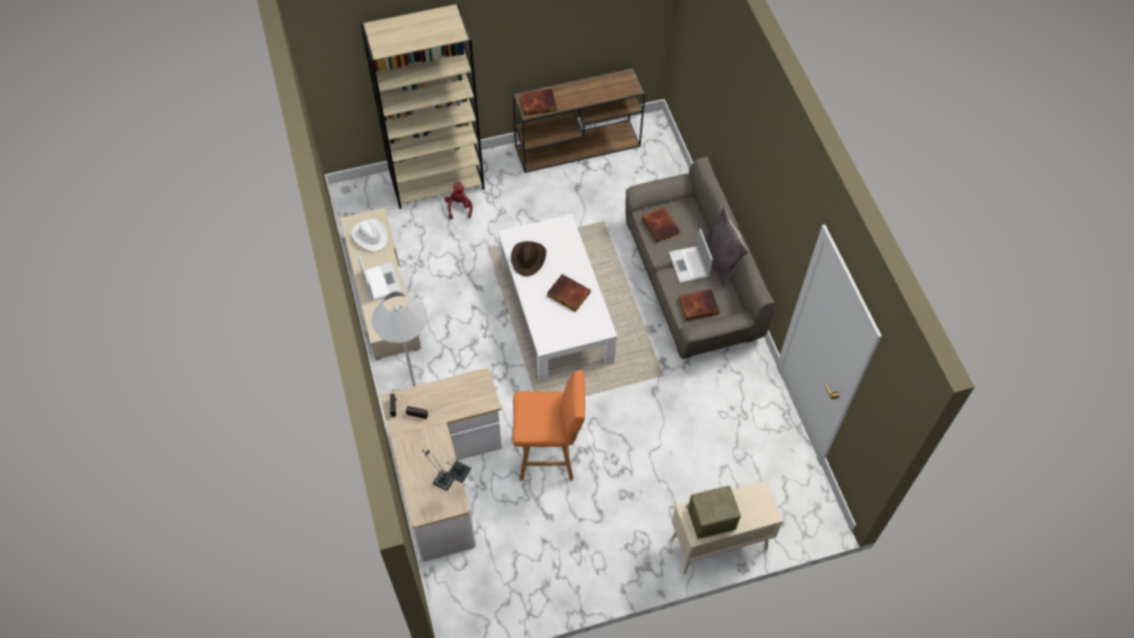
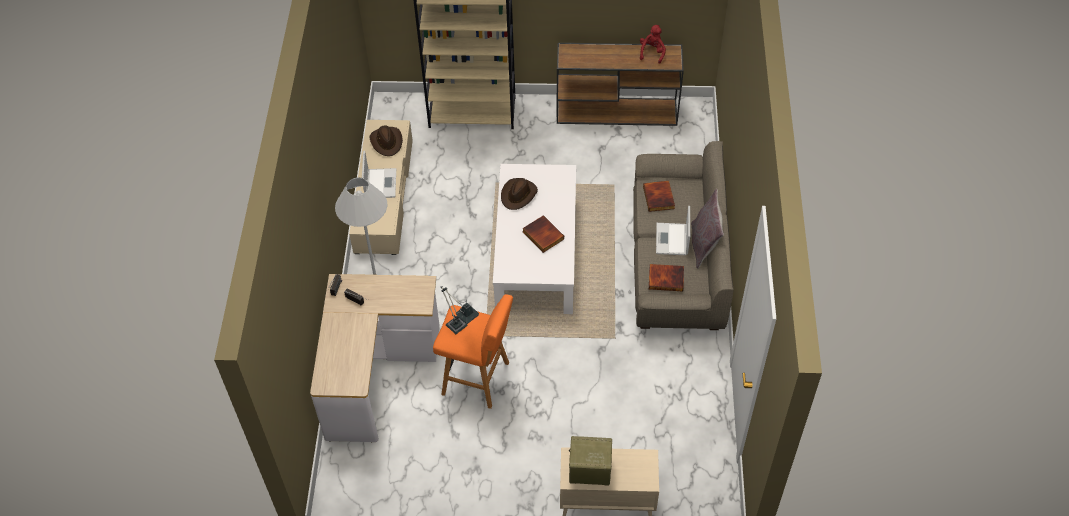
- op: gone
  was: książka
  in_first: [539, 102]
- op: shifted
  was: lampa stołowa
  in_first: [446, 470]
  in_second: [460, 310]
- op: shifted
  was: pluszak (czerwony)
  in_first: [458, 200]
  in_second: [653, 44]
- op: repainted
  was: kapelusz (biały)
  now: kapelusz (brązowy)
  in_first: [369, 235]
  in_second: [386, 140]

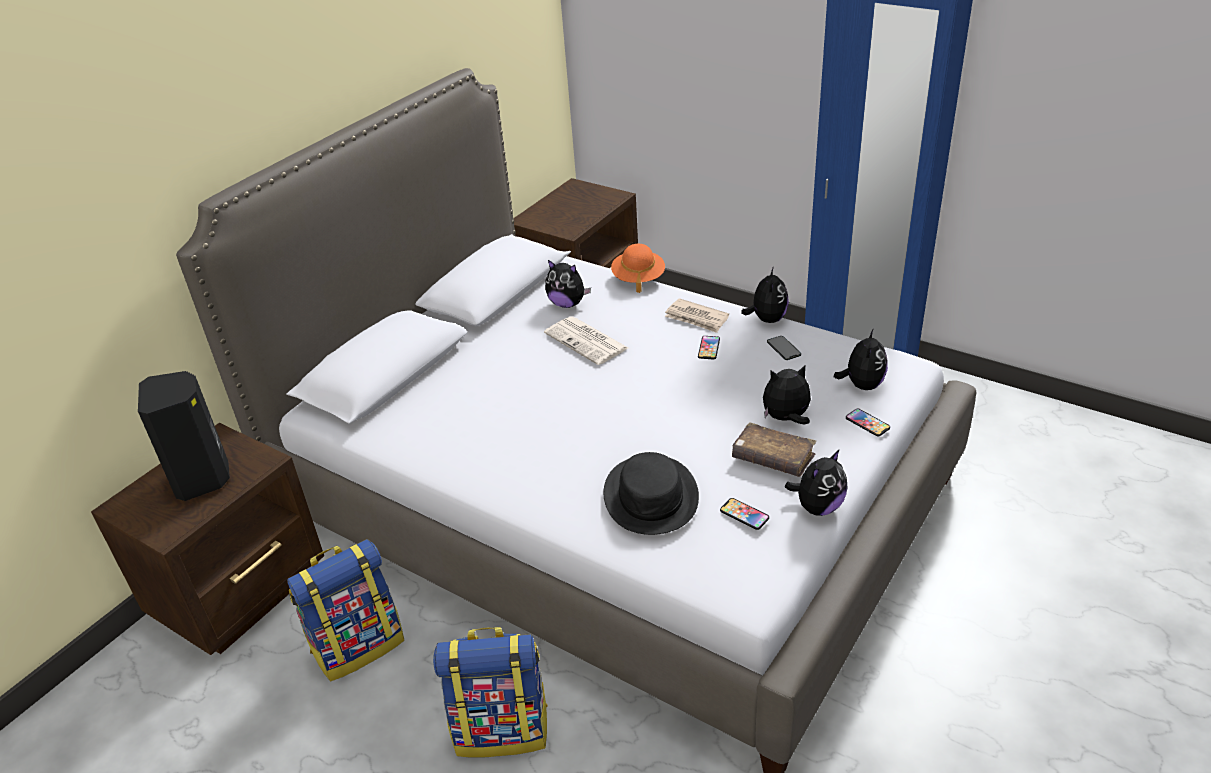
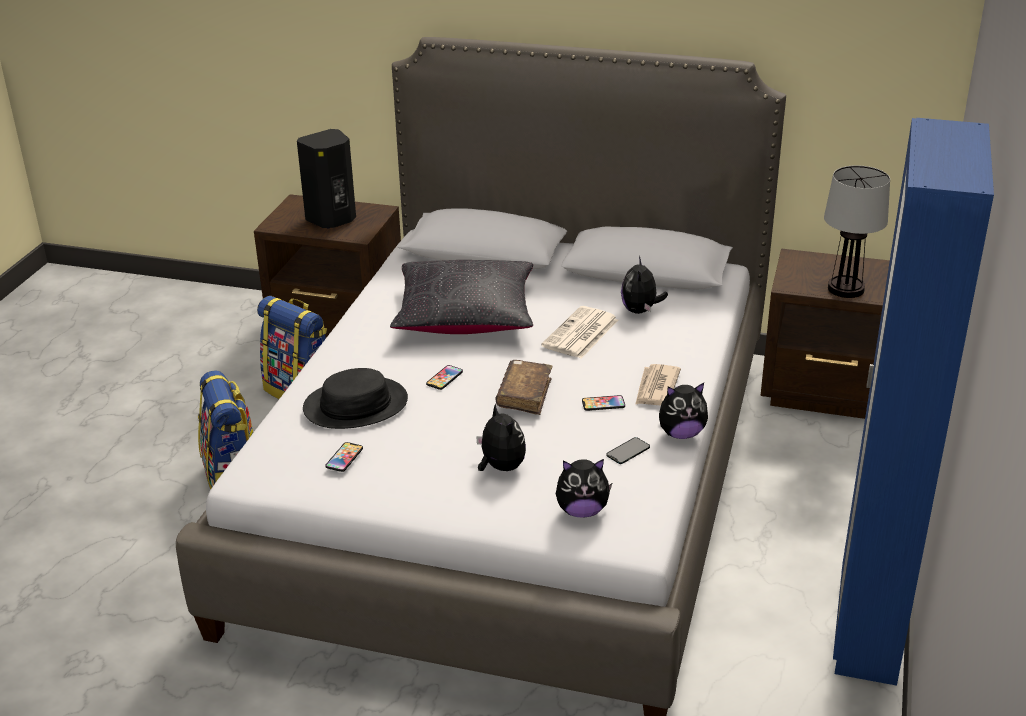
- op: gone
  was: kapelusz (pomarańczowy)
  in_first: [638, 268]
- op: gone
  was: pluszak
  in_first: [816, 482]
- op: new
  now: poduszka (czarny)
  in_second: [461, 297]
- op: new
  now: lampa stołowa
  in_second: [857, 231]
- op: shifted
  was: książka (brązowy)
  in_first: [774, 449]
  in_second: [524, 387]
- op: shifted
  was: telefon
  in_first: [868, 422]
  in_second: [444, 377]

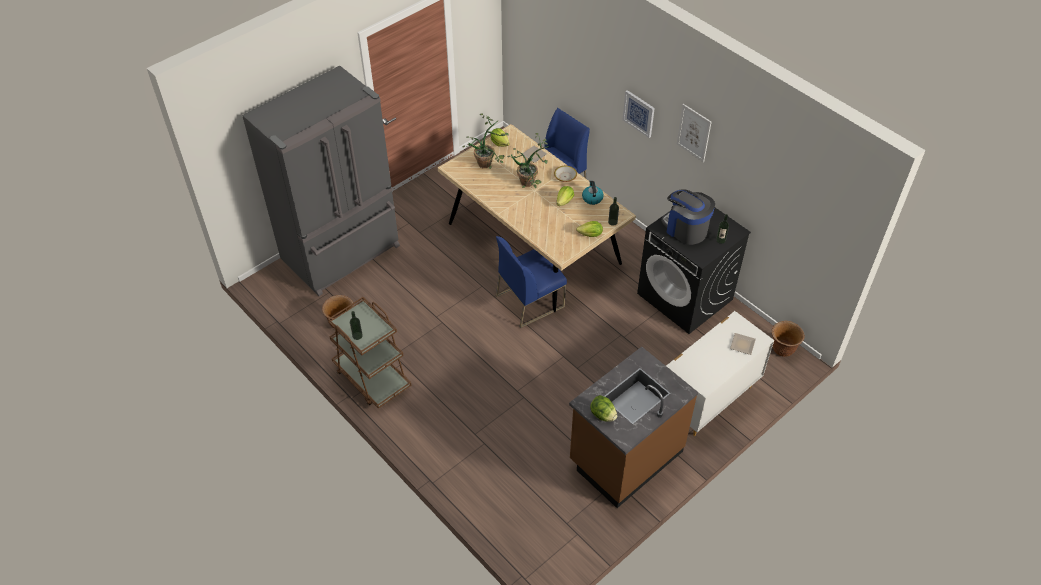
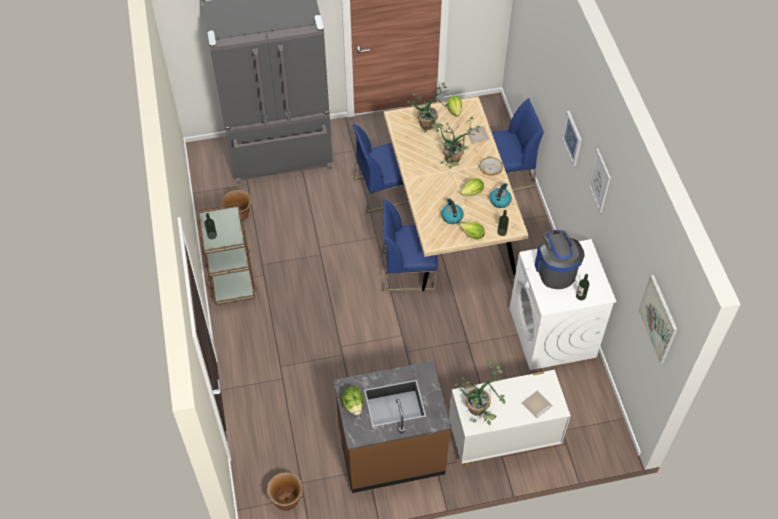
- op: new
  now: krzesło (niebieski)
  in_second: [381, 169]
- op: new
  now: czajnik
  in_second: [452, 211]
- op: new
  now: roślina doniczkowa
  in_second: [480, 393]
- op: new
  now: obraz
  in_second: [658, 319]
- op: shifted
  was: donica (brązowy)
  in_first: [788, 339]
  in_second: [285, 491]
- op: repainted
  was: pralka (czarny)
  now: pralka (biały)
  in_first: [694, 271]
  in_second: [563, 304]

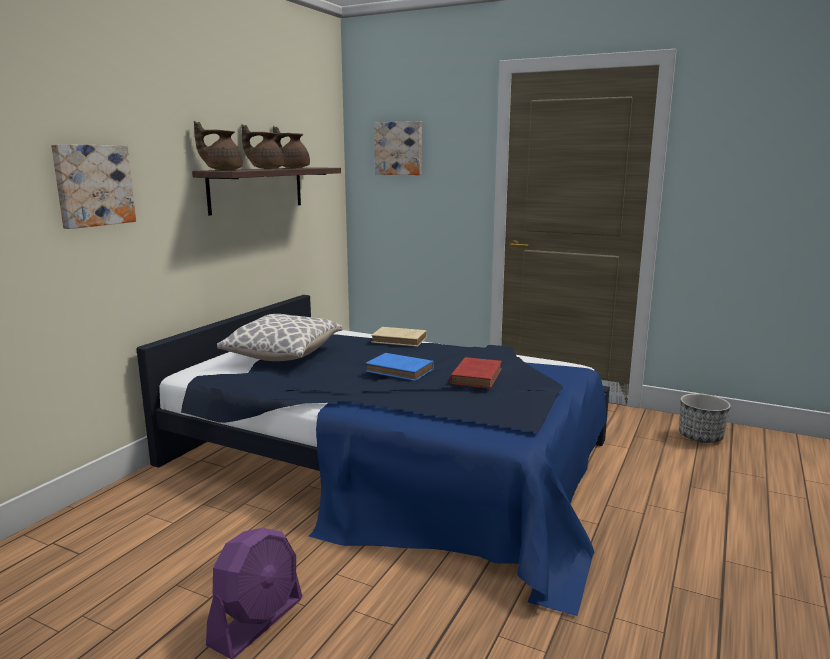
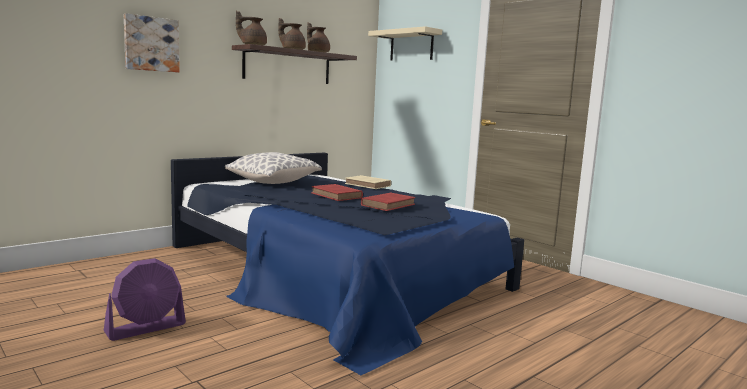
- op: gone
  was: donica
  in_first: [705, 418]
- op: swapped
  was: obraz
  now: półka (beżowy)
  in_first: [398, 148]
  in_second: [405, 43]
- op: repainted
  was: książka (niebieski)
  now: książka (czerwony)
  in_first: [400, 367]
  in_second: [337, 192]

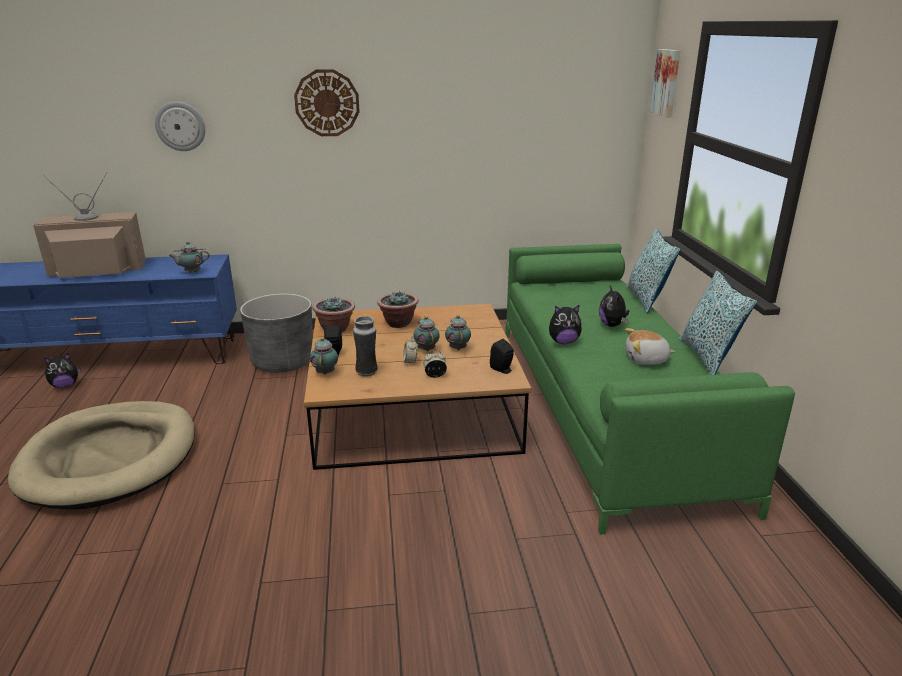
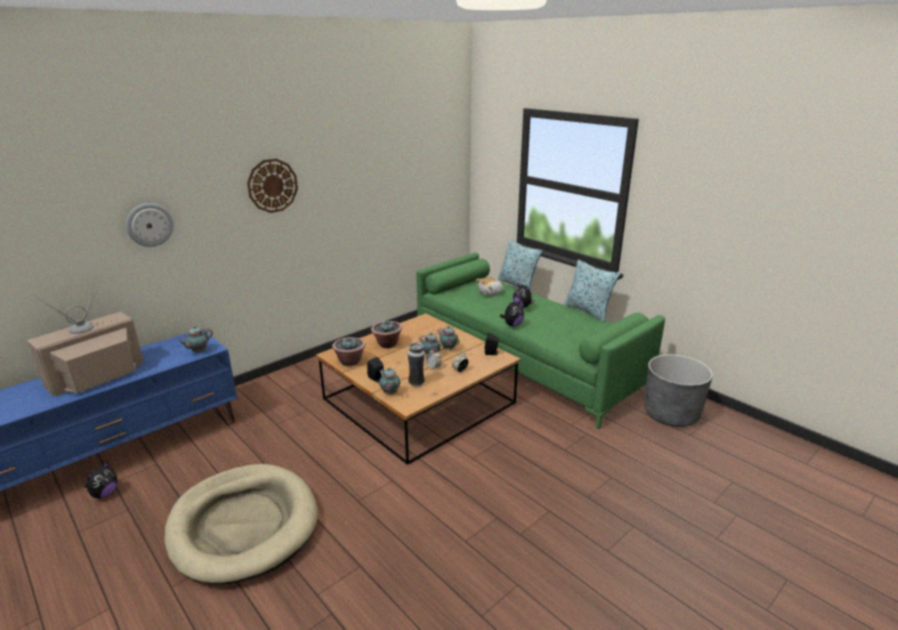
- op: gone
  was: obraz
  in_first: [665, 83]
- op: shifted
  was: donica (szary)
  in_first: [276, 333]
  in_second: [678, 390]
- op: shifted
  was: pluszak
  in_first: [650, 346]
  in_second: [489, 287]

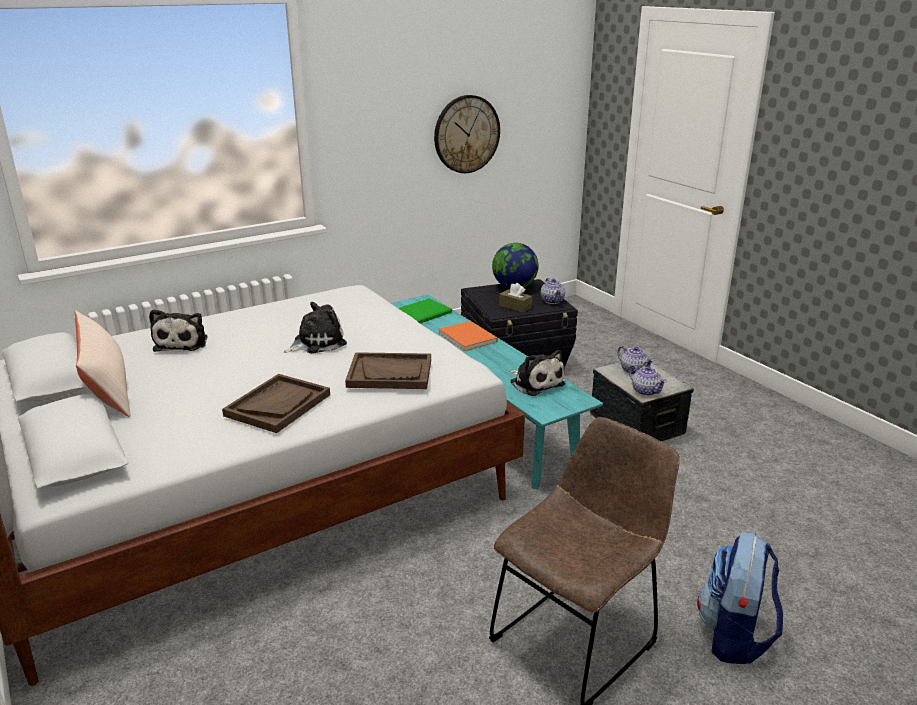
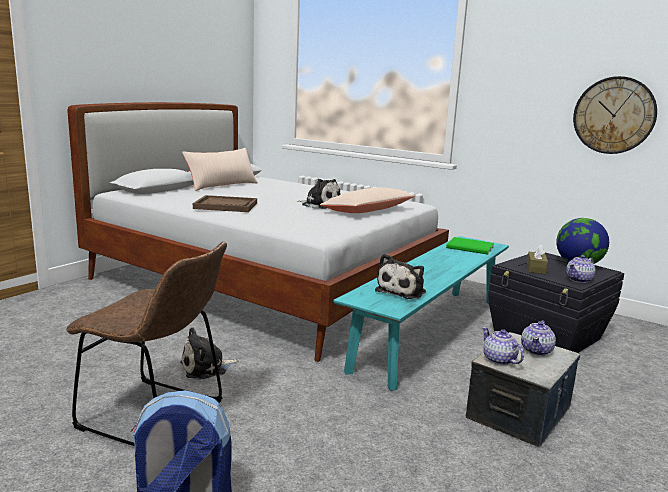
- op: gone
  was: taca (brązowy)
  in_first: [388, 370]
- op: gone
  was: książka (pomarańczowy)
  in_first: [468, 336]
- op: new
  now: poduszka (beżowy)
  in_second: [367, 200]
- op: shifted
  was: pluszak
  in_first: [178, 330]
  in_second: [209, 353]
- op: rotated
  was: imbryk
  in_first: [648, 380]
  in_second: [503, 346]
  clockwise: 120

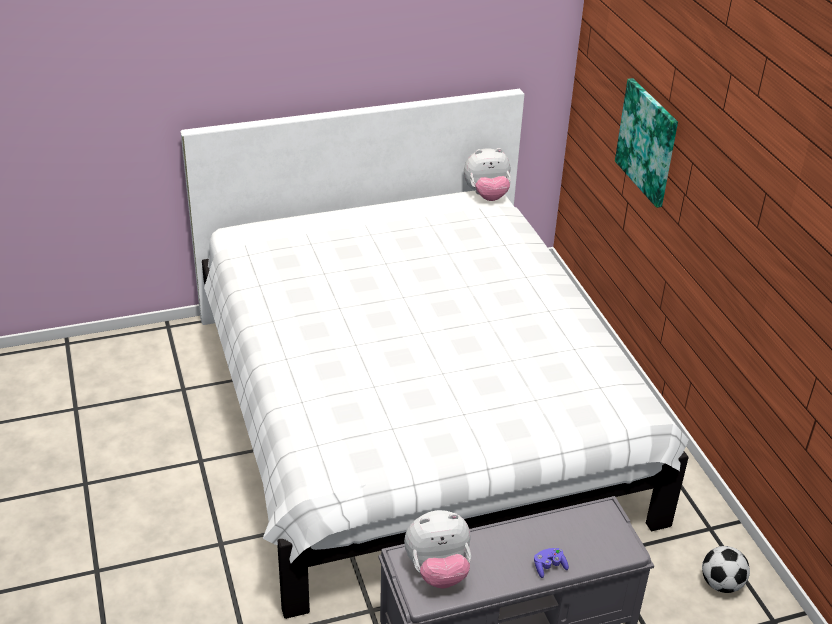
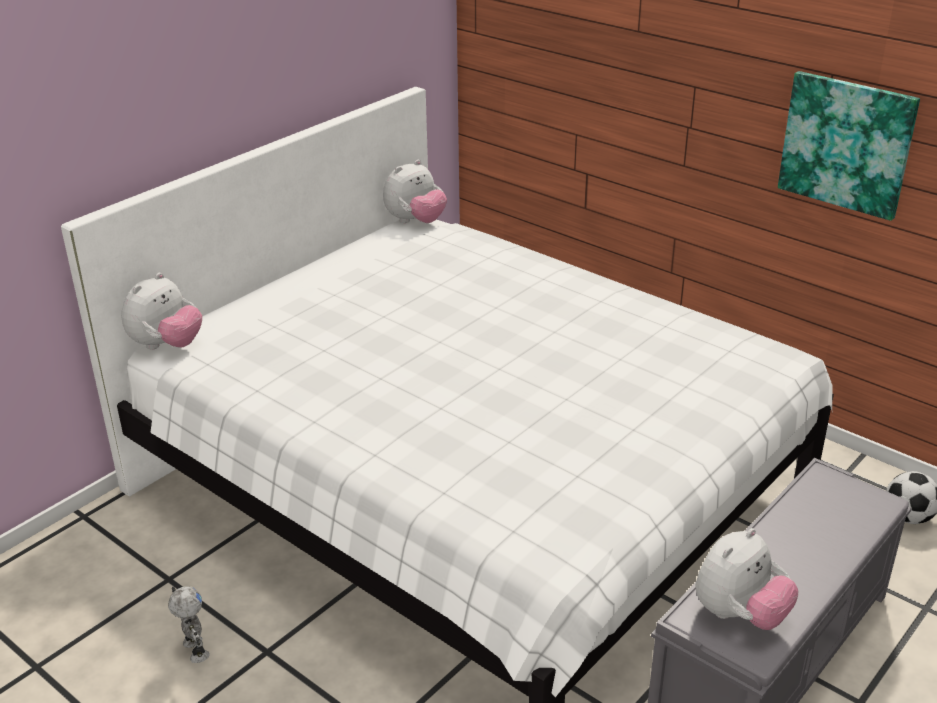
- op: gone
  was: pad do gier (fioletowy)
  in_first: [551, 563]
- op: new
  now: pluszak
  in_second: [161, 311]
- op: new
  now: robot zabawkowy
  in_second: [189, 624]
- op: shifted
  was: obraz
  in_first: [646, 143]
  in_second: [849, 146]

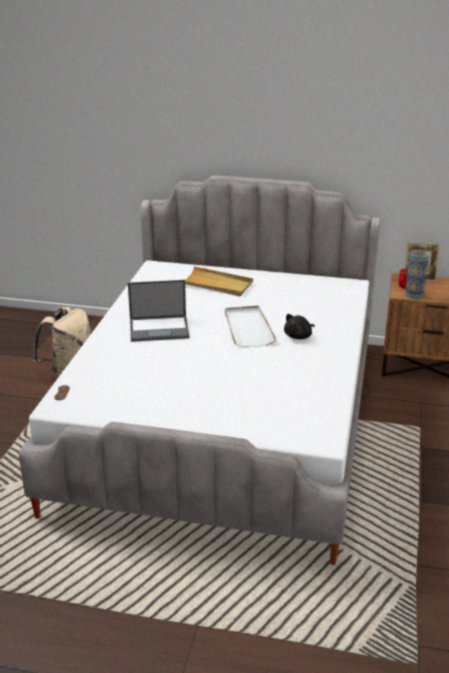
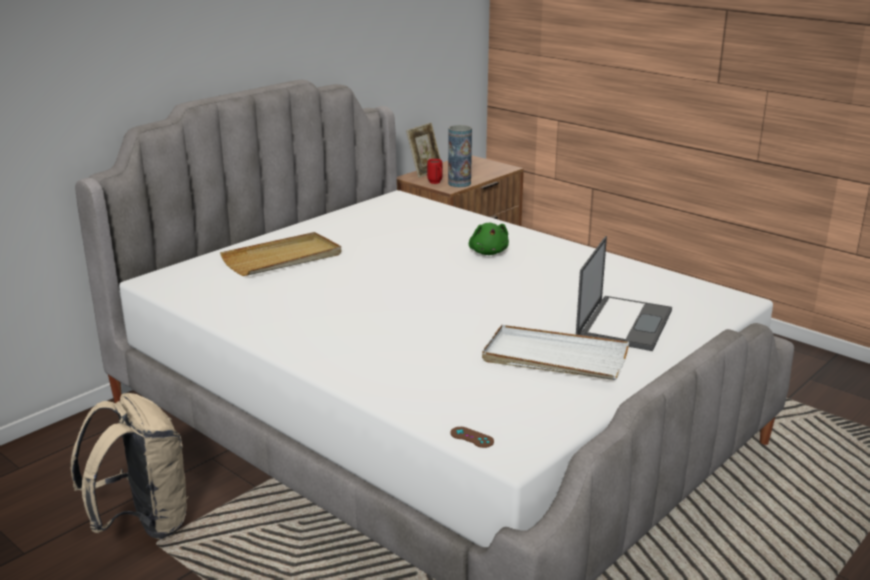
- op: shifted
  was: laptop
  in_first: [158, 311]
  in_second: [624, 293]
- op: shifted
  was: taca (biały)
  in_first: [250, 326]
  in_second: [555, 352]
- op: repainted
  was: pluszak (czarny)
  now: pluszak (zielony)
  in_first: [299, 326]
  in_second: [489, 239]

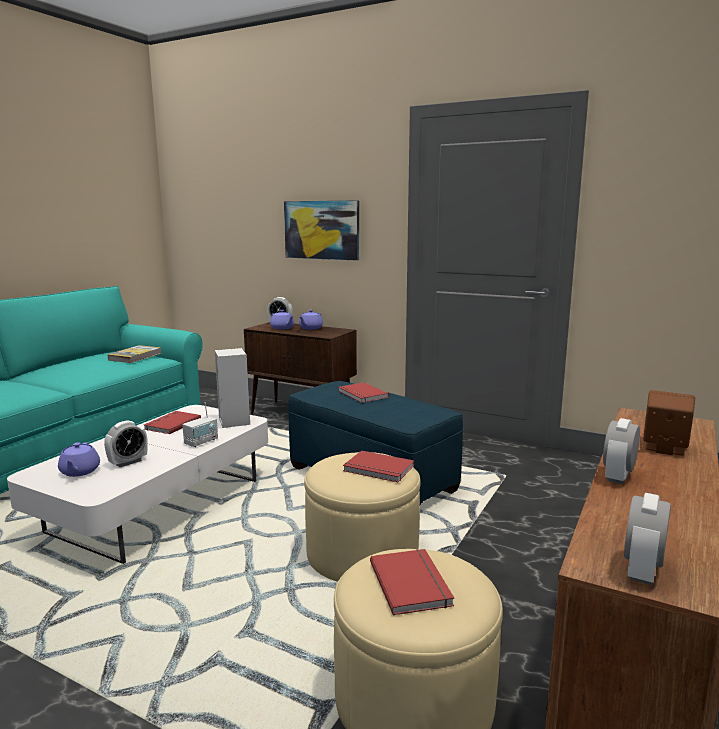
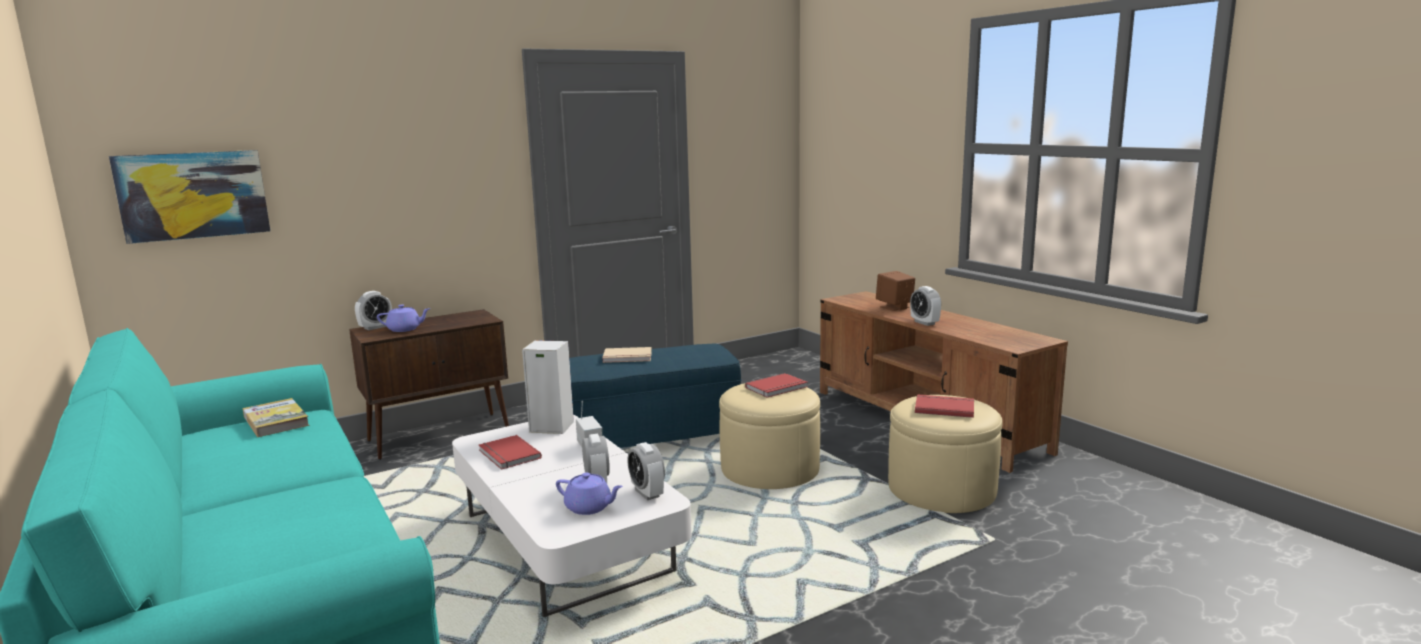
- op: gone
  was: imbryk (fioletowy)
  in_first: [311, 320]
- op: shifted
  was: obraz
  in_first: [321, 230]
  in_second: [189, 197]
- op: shifted
  was: budzik
  in_first: [647, 539]
  in_second: [646, 471]
- op: repainted
  was: książka (czerwony)
  now: książka (beżowy)
  in_first: [363, 392]
  in_second: [627, 355]

